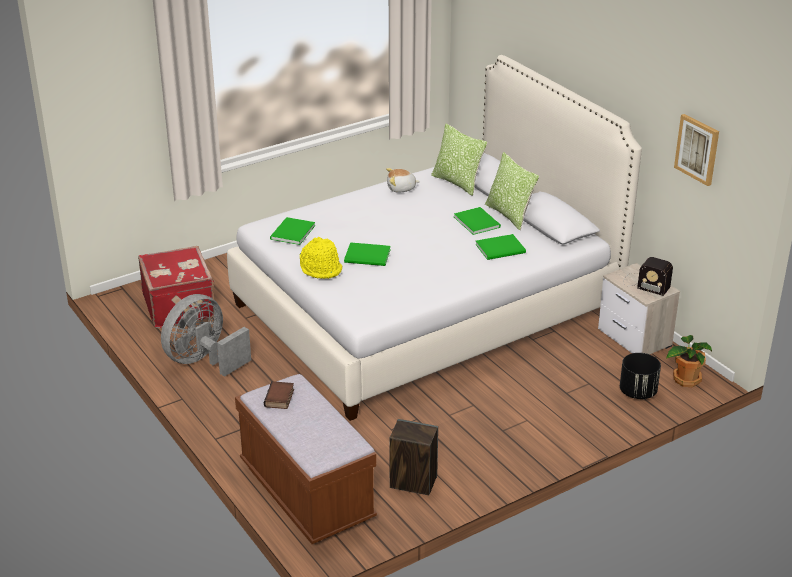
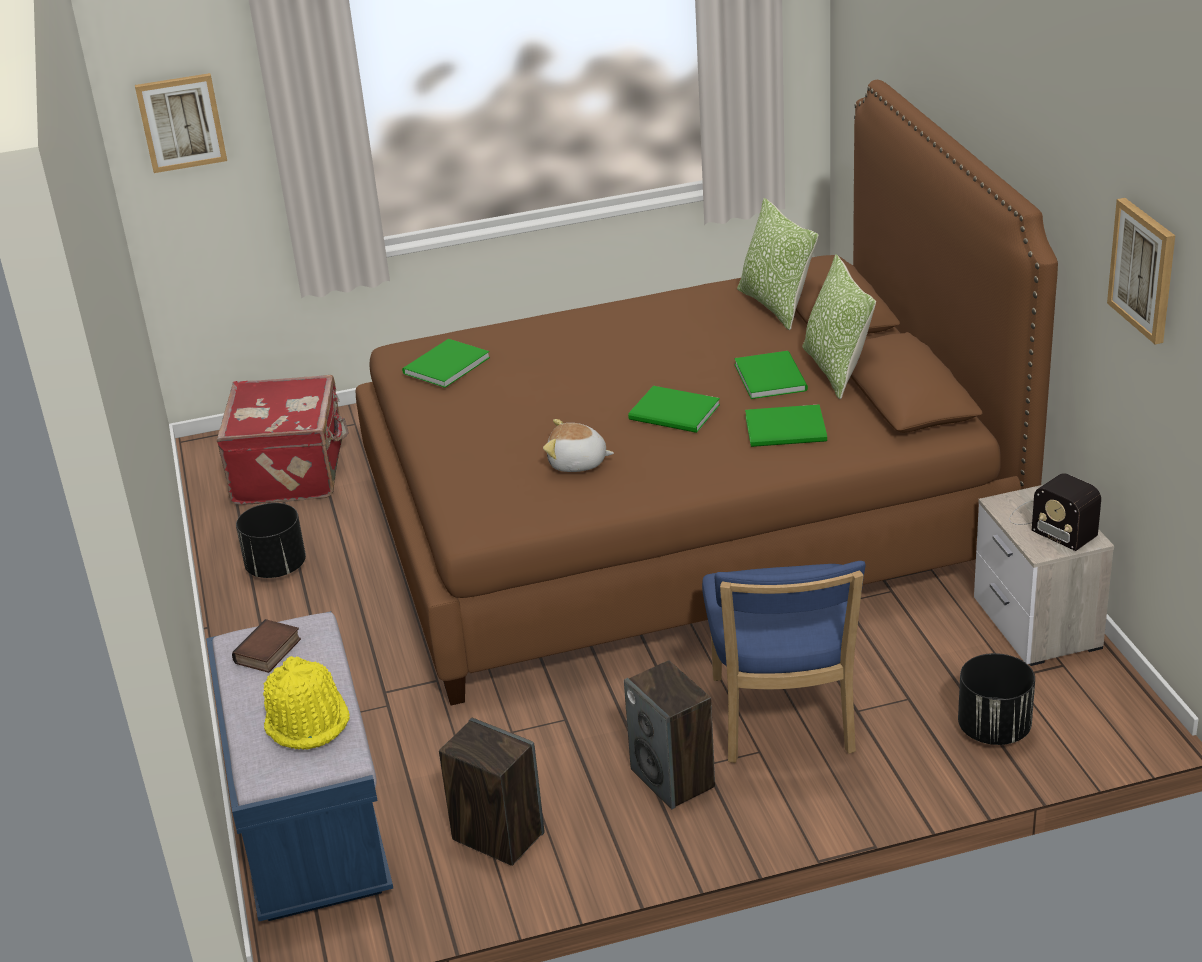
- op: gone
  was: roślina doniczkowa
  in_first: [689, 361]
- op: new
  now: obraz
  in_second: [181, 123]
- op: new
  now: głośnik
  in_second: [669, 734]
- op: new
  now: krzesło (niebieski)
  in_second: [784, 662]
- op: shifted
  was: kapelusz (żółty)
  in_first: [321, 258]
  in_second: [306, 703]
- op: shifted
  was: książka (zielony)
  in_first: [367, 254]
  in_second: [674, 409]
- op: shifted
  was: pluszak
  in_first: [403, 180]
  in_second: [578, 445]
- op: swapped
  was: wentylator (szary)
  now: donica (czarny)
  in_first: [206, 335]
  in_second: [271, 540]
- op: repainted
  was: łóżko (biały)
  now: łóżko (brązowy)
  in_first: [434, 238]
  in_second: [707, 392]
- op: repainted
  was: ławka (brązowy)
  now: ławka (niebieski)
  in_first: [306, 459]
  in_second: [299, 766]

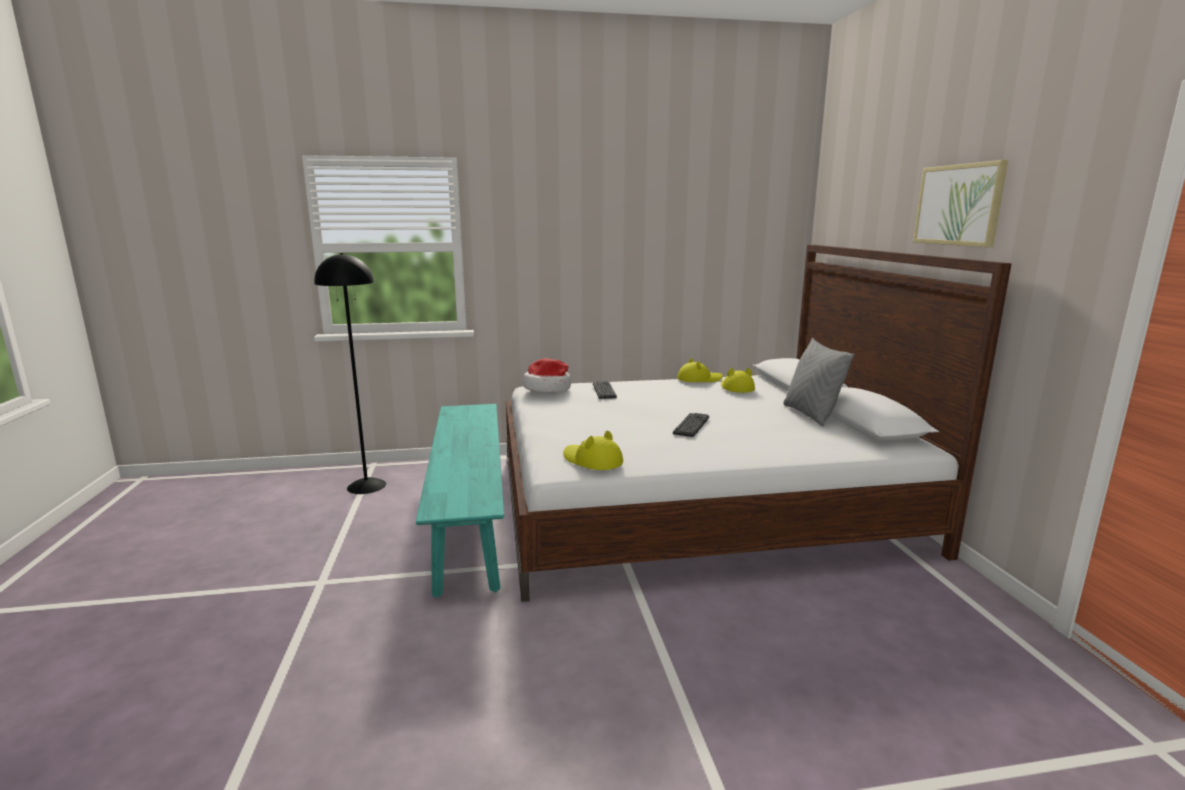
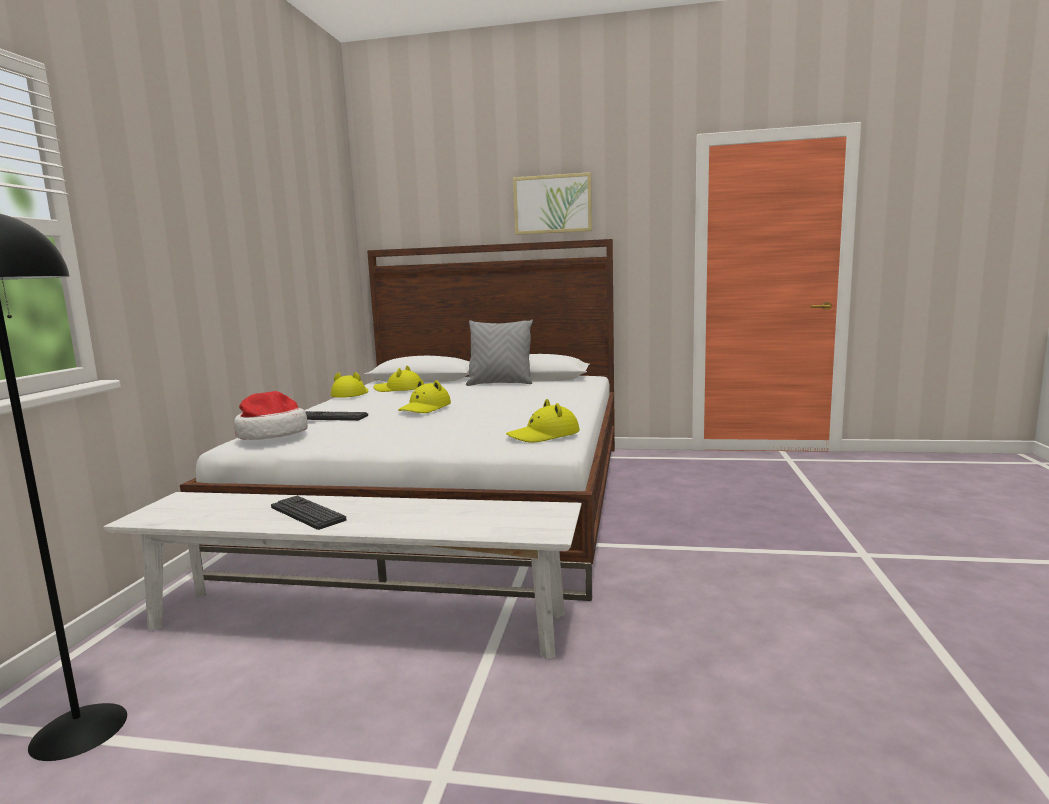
- op: new
  now: kapelusz (żółty)
  in_second: [424, 396]
- op: shifted
  was: klawiatura
  in_first: [691, 425]
  in_second: [308, 513]
- op: repainted
  was: ławka (turkusowy)
  now: ławka (biały)
  in_first: [460, 501]
  in_second: [342, 576]

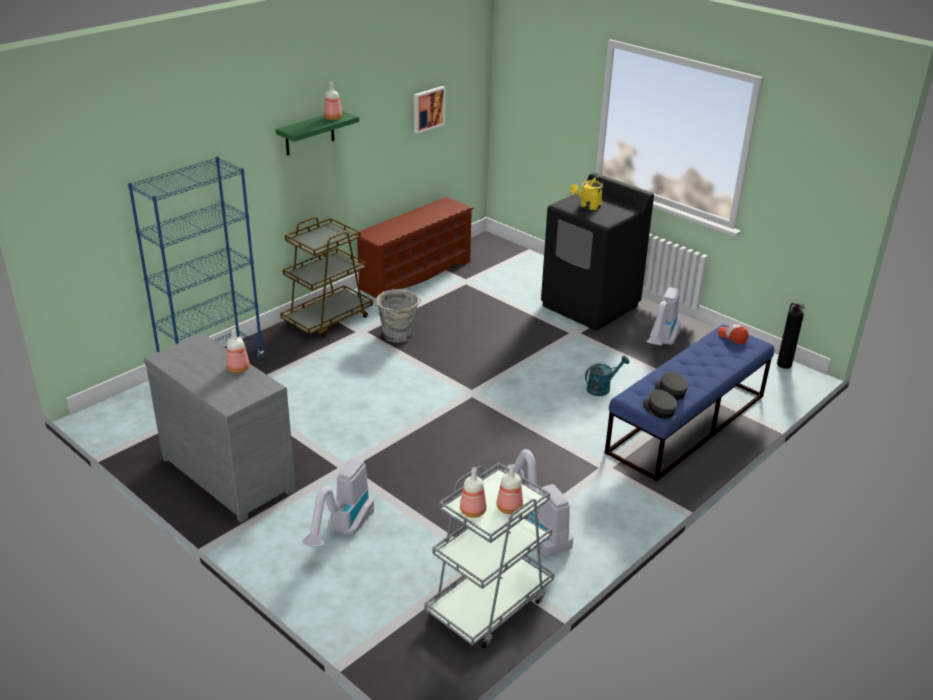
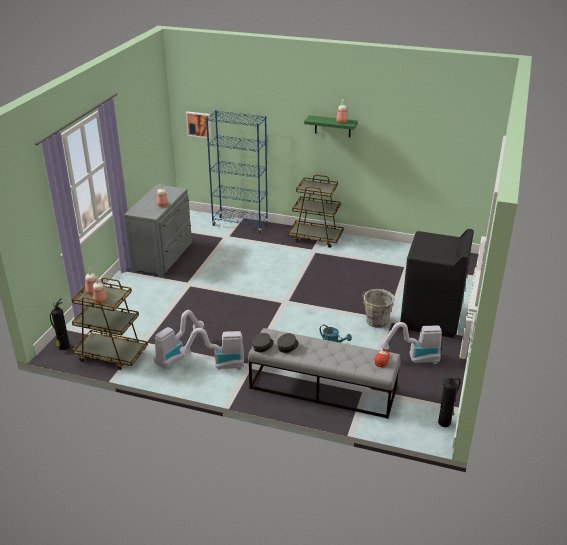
- op: gone
  was: regał na buty (brązowy)
  in_first: [415, 247]
- op: gone
  was: konewka (żółty)
  in_first: [587, 192]
- op: new
  now: gaśnica
  in_second: [60, 324]
- op: shifted
  was: odkurzacz
  in_first: [338, 502]
  in_second: [212, 349]
- op: shifted
  was: wiadro (szary)
  in_first: [398, 316]
  in_second: [379, 308]
- op: shifted
  was: obraz
  in_first: [429, 110]
  in_second: [199, 125]
- op: repainted
  was: wózek (szary)
  now: wózek (brązowy)
  in_first: [489, 555]
  in_second: [110, 324]
- op: repainted
  was: ławka (niebieski)
  now: ławka (szary)
  in_first: [689, 403]
  in_second: [324, 373]

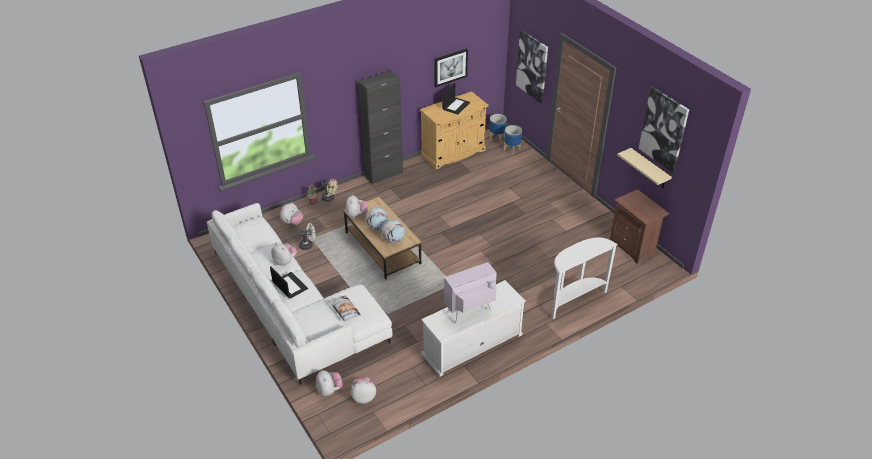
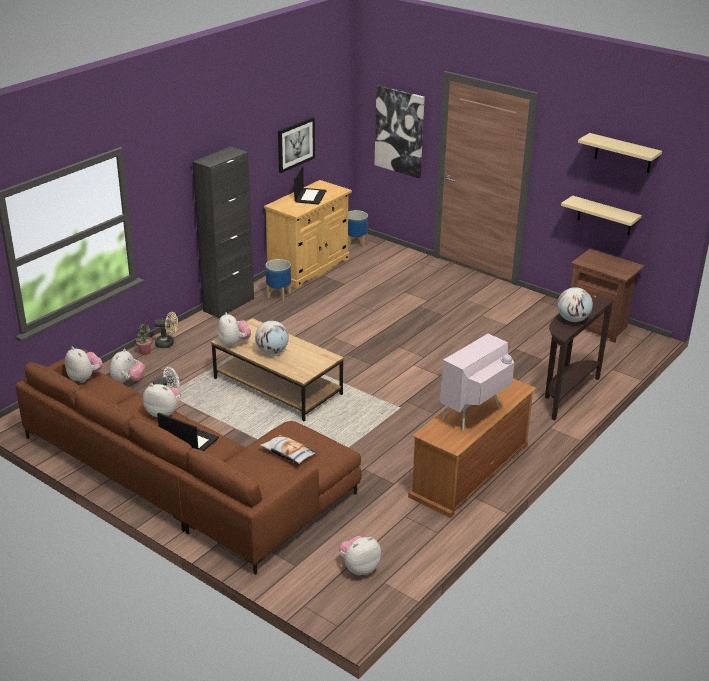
- op: shifted
  was: pluszak
  in_first: [329, 383]
  in_second: [84, 365]
- op: shifted
  was: globus
  in_first: [393, 231]
  in_second: [575, 304]
- op: shifted
  was: donica
  in_first: [513, 140]
  in_second: [278, 280]
- op: swapped
  was: obraz
  now: półka (beżowy)
  in_first: [664, 129]
  in_second: [620, 153]
- op: repainted
  was: kanapa (biały)
  now: kanapa (brązowy)
  in_first: [300, 294]
  in_second: [188, 462]
- op: repainted
  was: szafka pod telewizor (biały)
  now: szafka pod telewizor (brązowy)
  in_first: [473, 328]
  in_second: [472, 448]
- op: repainted
  was: stolik konsolowy (biały)
  now: stolik konsolowy (brązowy)
  in_first: [584, 278]
  in_second: [579, 359]

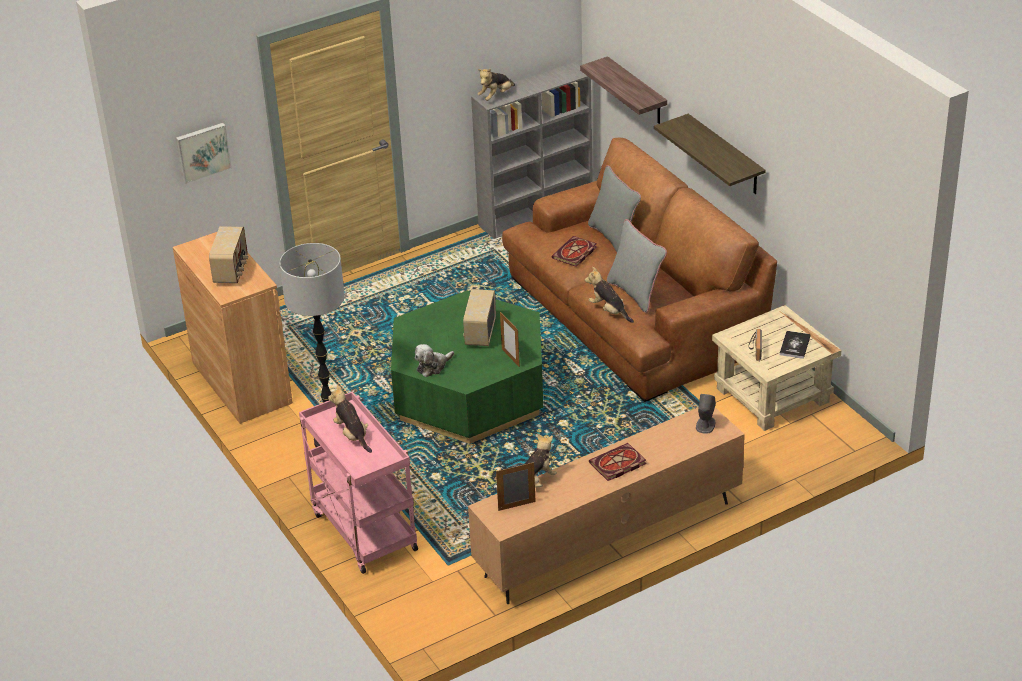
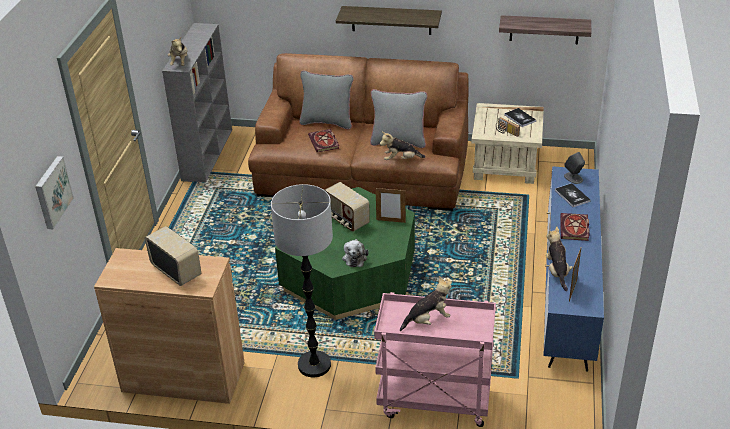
- op: new
  now: książka
  in_second: [573, 195]
- op: shifted
  was: półka
  in_first: [623, 90]
  in_second: [545, 29]
- op: repainted
  was: szafka pod telewizor (brązowy)
  now: szafka pod telewizor (niebieski)
  in_first: [606, 505]
  in_second: [573, 269]
- op: rotated
  was: pluszak
  in_first: [350, 418]
  in_second: [426, 303]
  clockwise: 150

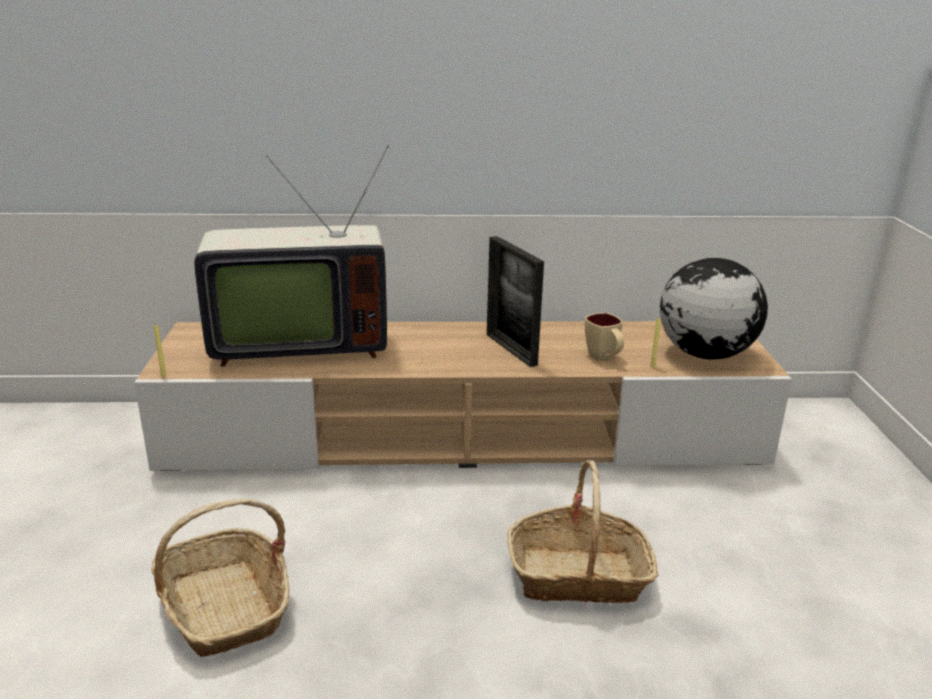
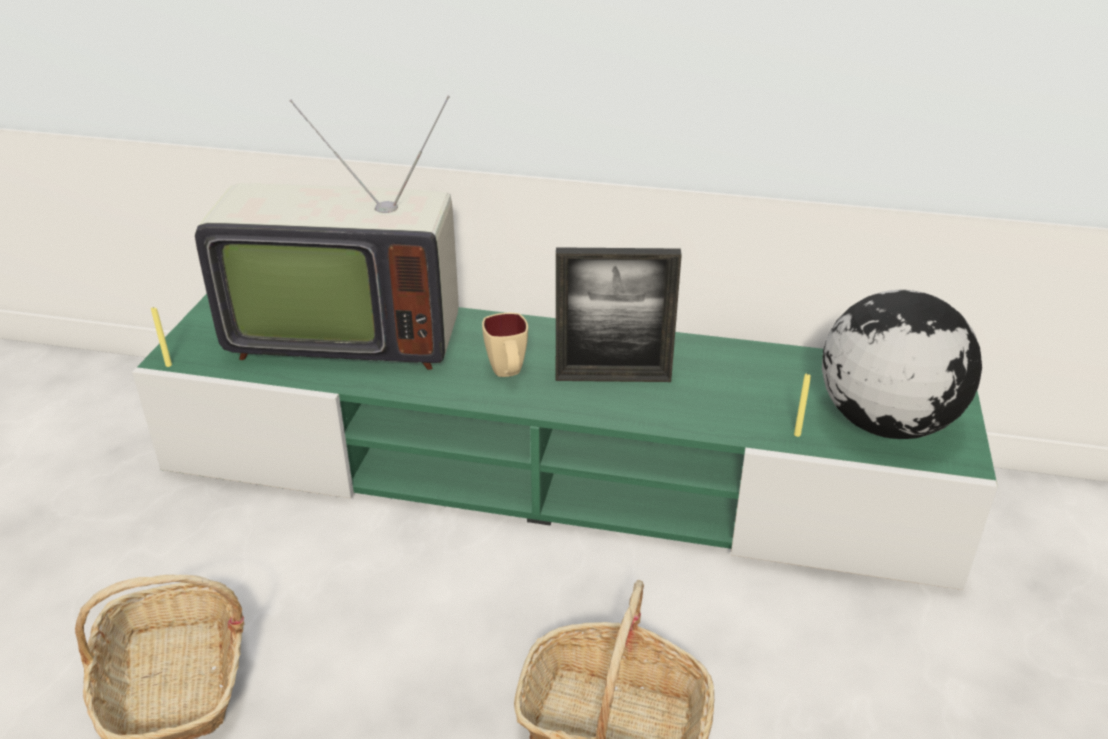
- op: shifted
  was: kubek (beżowy)
  in_first: [604, 337]
  in_second: [505, 345]
- op: repainted
  was: szafka pod telewizor (beżowy)
  now: szafka pod telewizor (zielony)
  in_first: [463, 396]
  in_second: [565, 442]
- op: rotated
  was: ramka na zdjęcie
  in_first: [515, 301]
  in_second: [619, 314]
  clockwise: -75

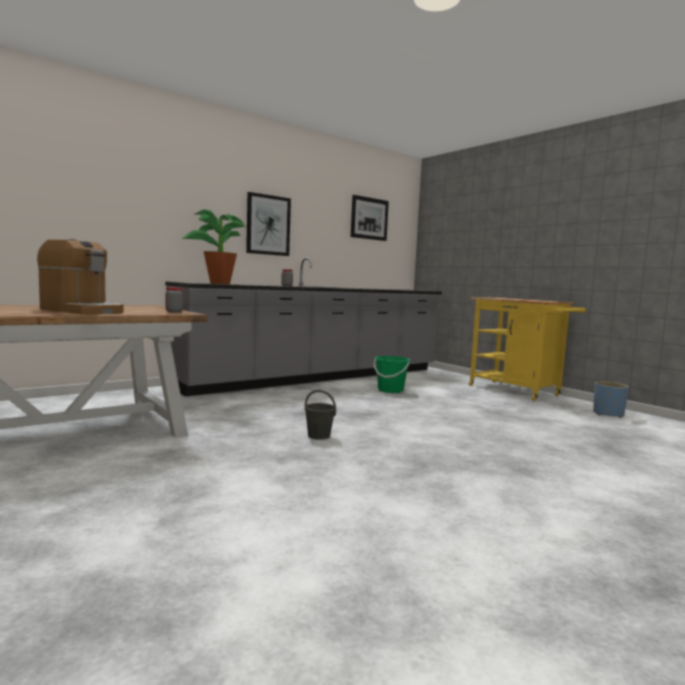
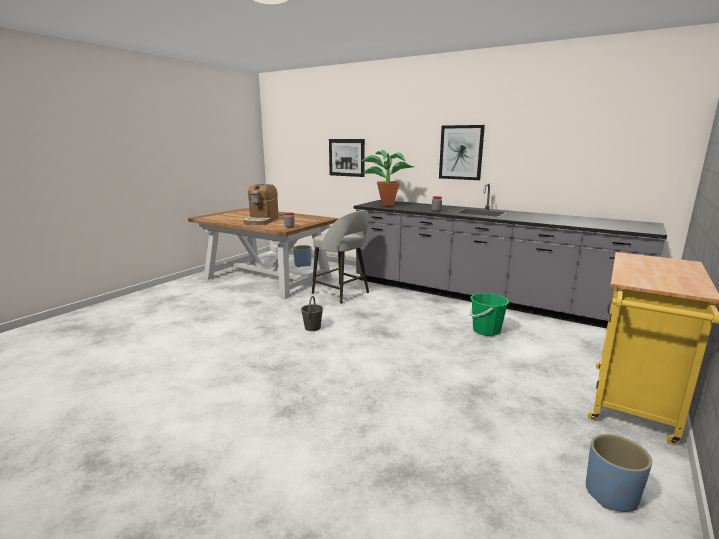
- op: new
  now: donica (niebieski)
  in_second: [302, 256]
- op: new
  now: stołek (szary)
  in_second: [340, 257]
- op: shifted
  was: obraz
  in_first: [370, 218]
  in_second: [347, 158]

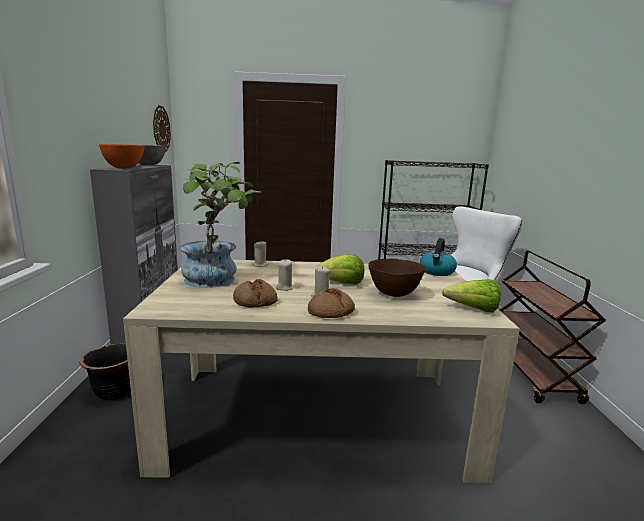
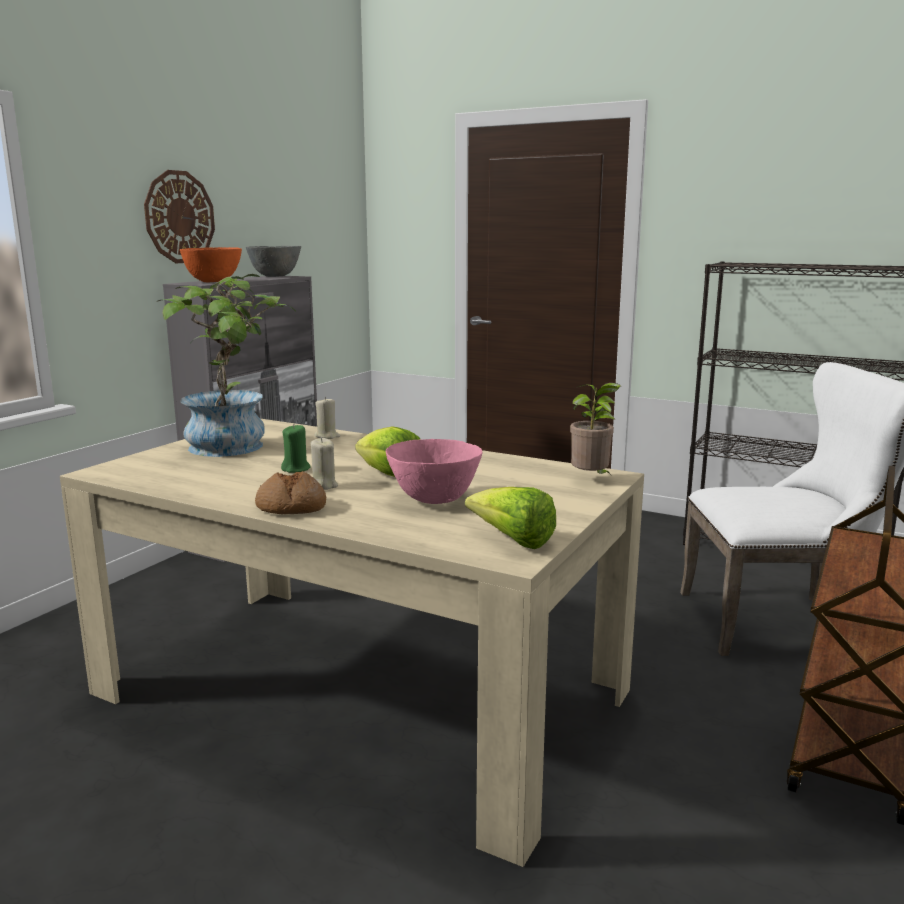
- op: gone
  was: donica (czarny)
  in_first: [105, 371]
- op: gone
  was: chleb
  in_first: [255, 293]
- op: shifted
  was: zegar ścienny
  in_first: [162, 128]
  in_second: [179, 216]
- op: swapped
  was: czajnik
  now: roślina doniczkowa
  in_first: [438, 257]
  in_second: [595, 429]
- op: repainted
  was: świeca (beżowy)
  now: świeca (zielony)
  in_first: [284, 275]
  in_second: [295, 448]
- op: repainted
  was: miska (brązowy)
  now: miska (różowy)
  in_first: [397, 277]
  in_second: [434, 471]

